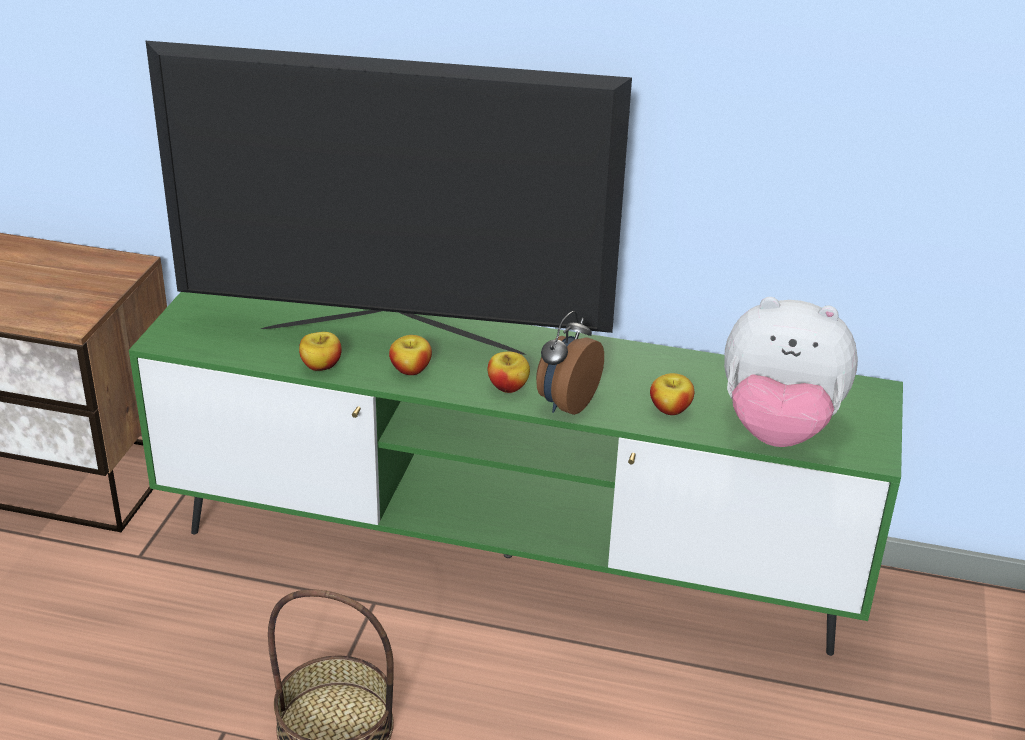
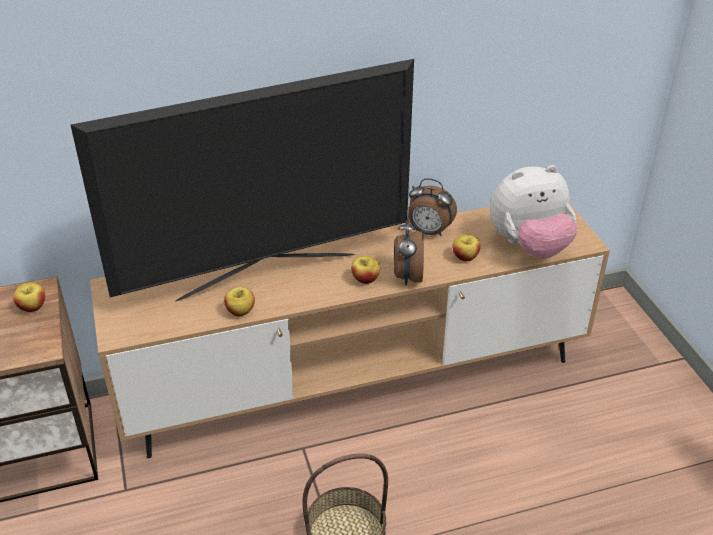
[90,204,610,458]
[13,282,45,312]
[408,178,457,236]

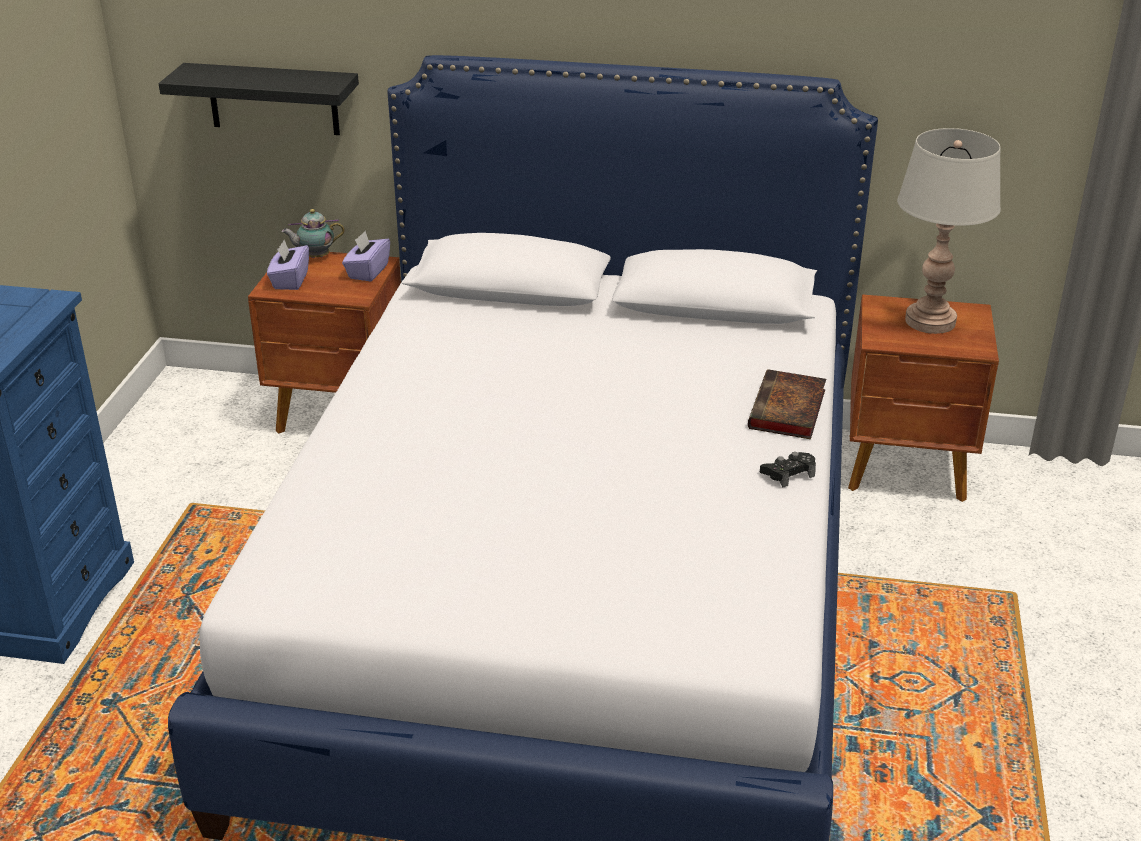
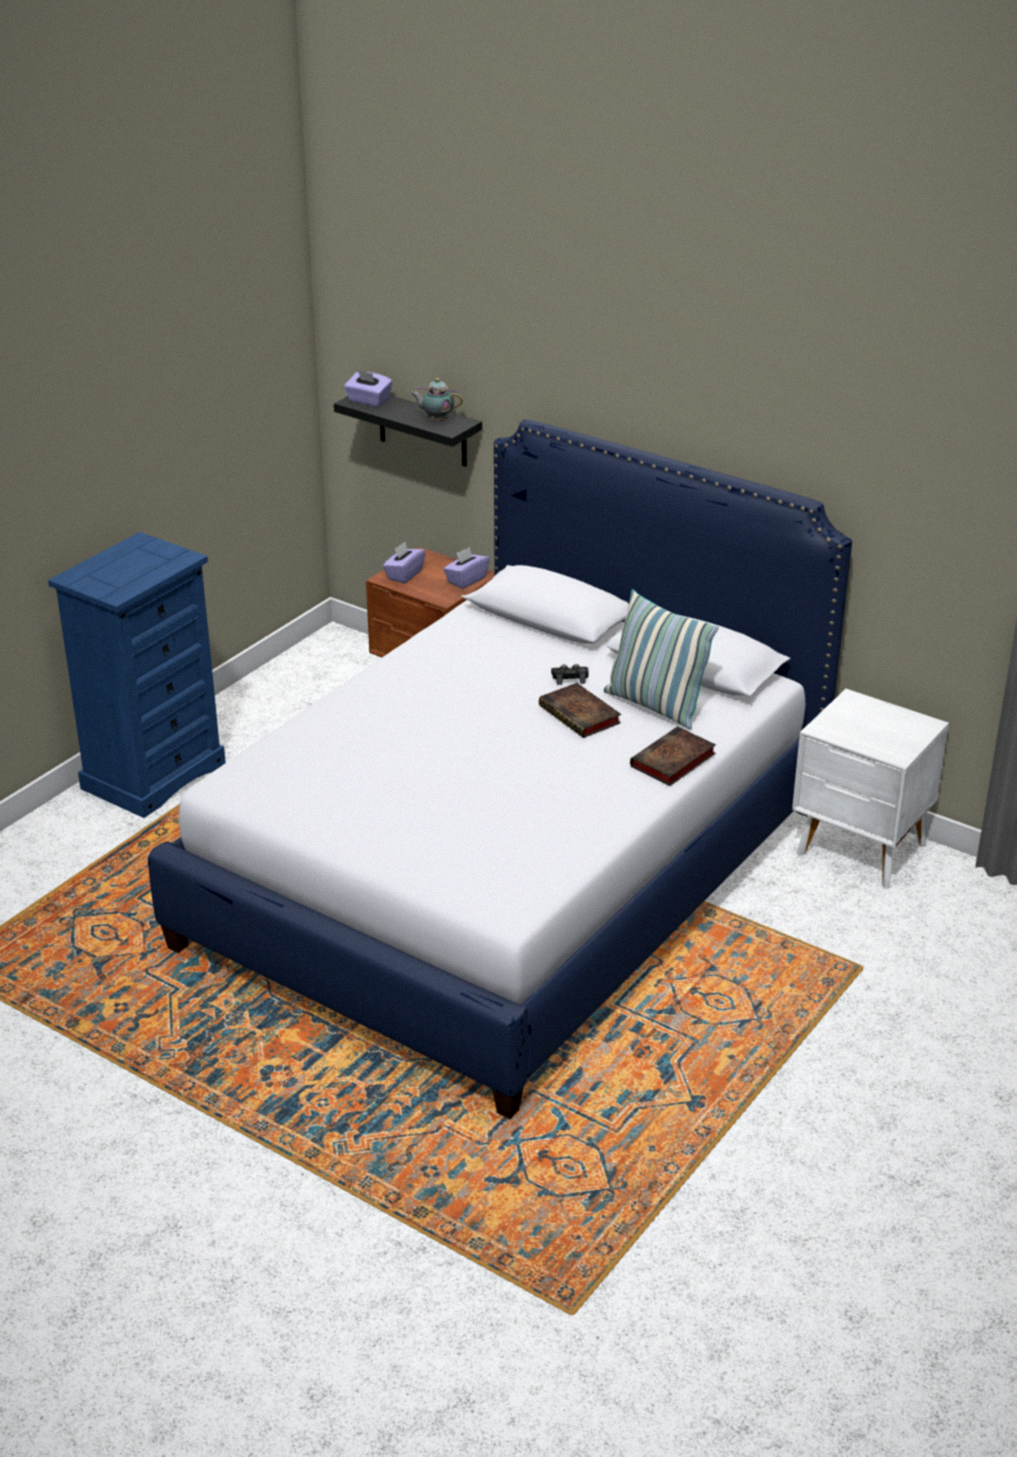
[411,378,463,421]
[551,664,589,685]
[792,689,949,889]
[897,128,1001,334] (first image)
[344,370,392,407]
[539,683,621,738]
[604,589,719,729]

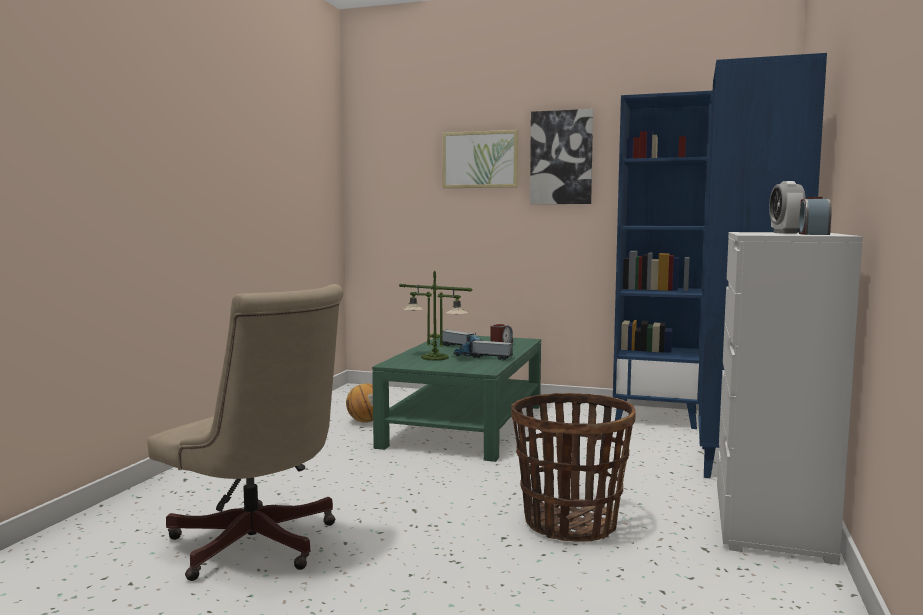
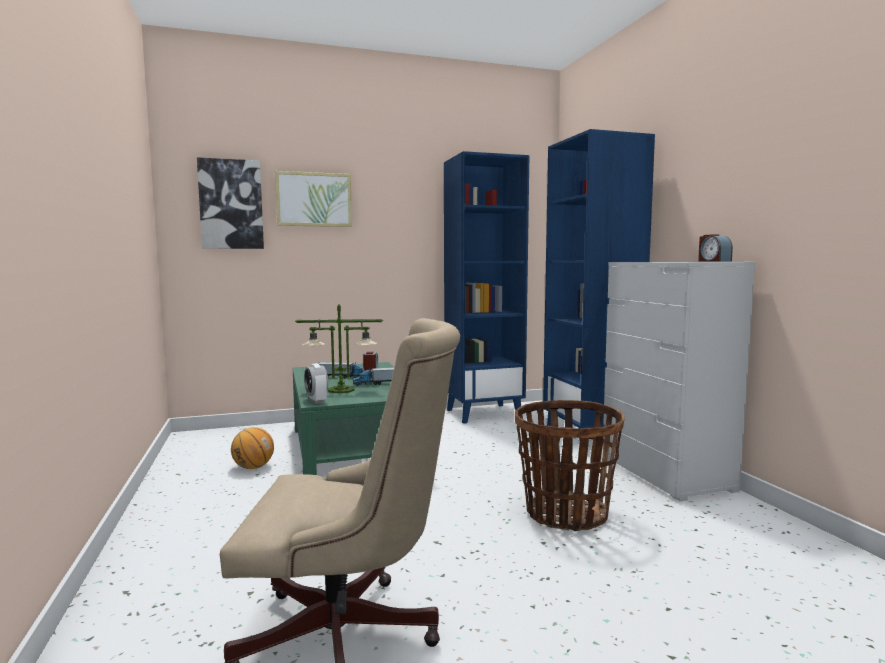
[197,157,264,249]
[304,363,328,404]

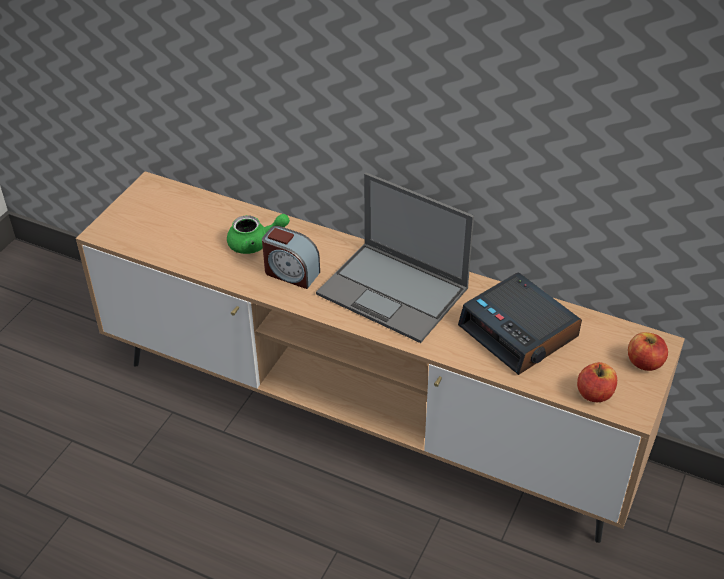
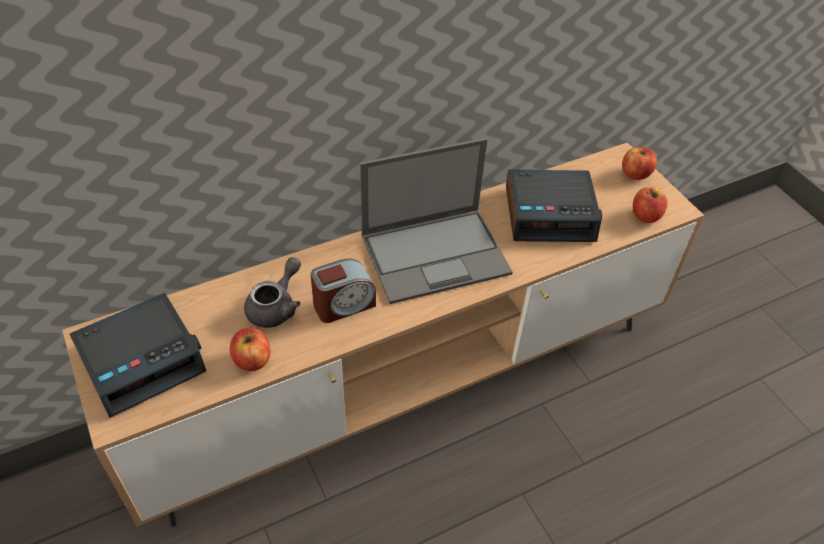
[244,257,301,328]
[69,293,206,418]
[229,328,270,371]

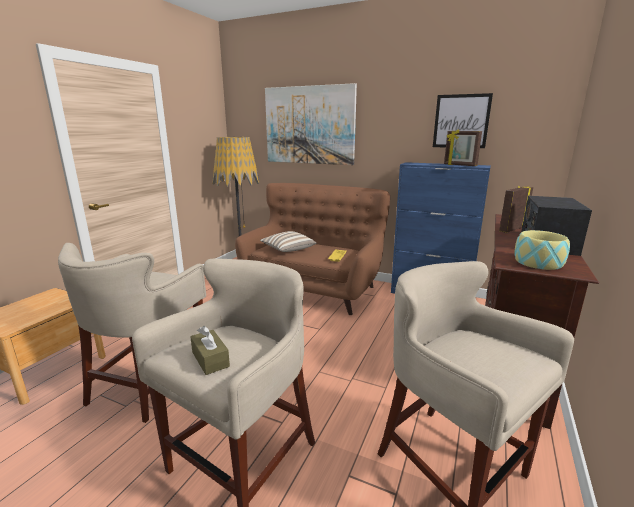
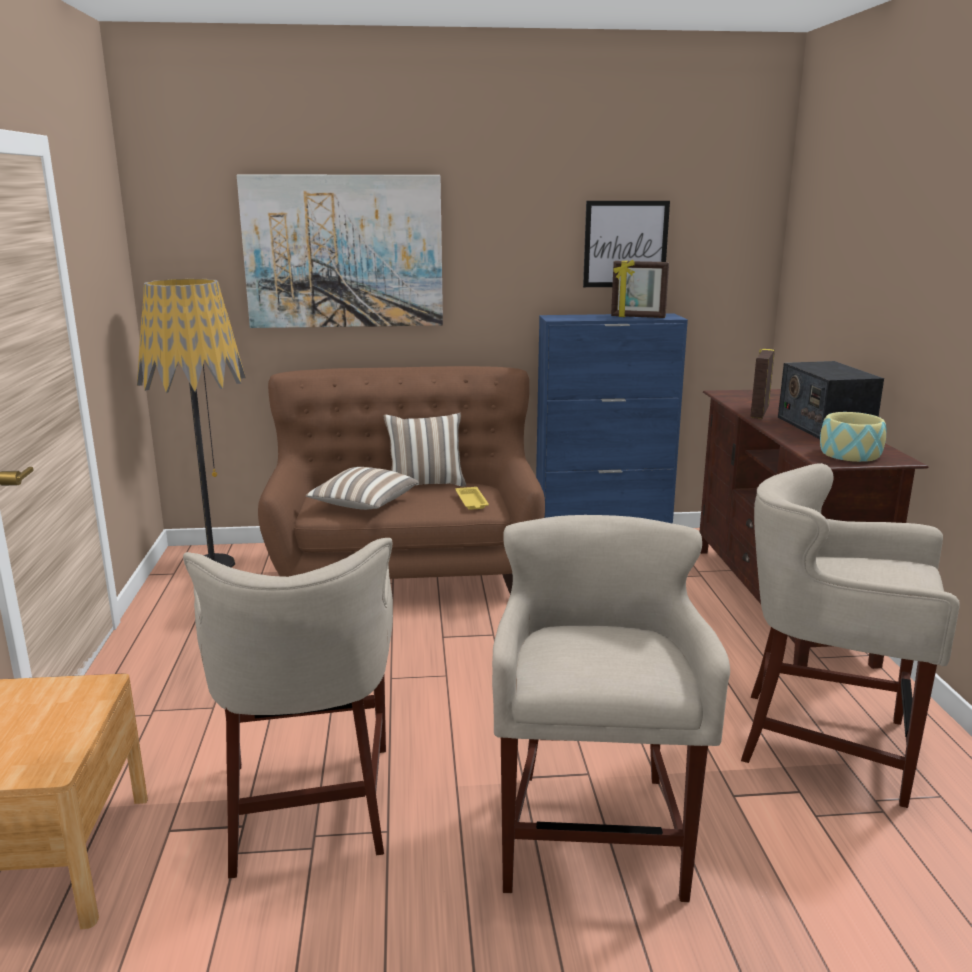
[190,326,230,375] (first image)
[384,413,466,487]

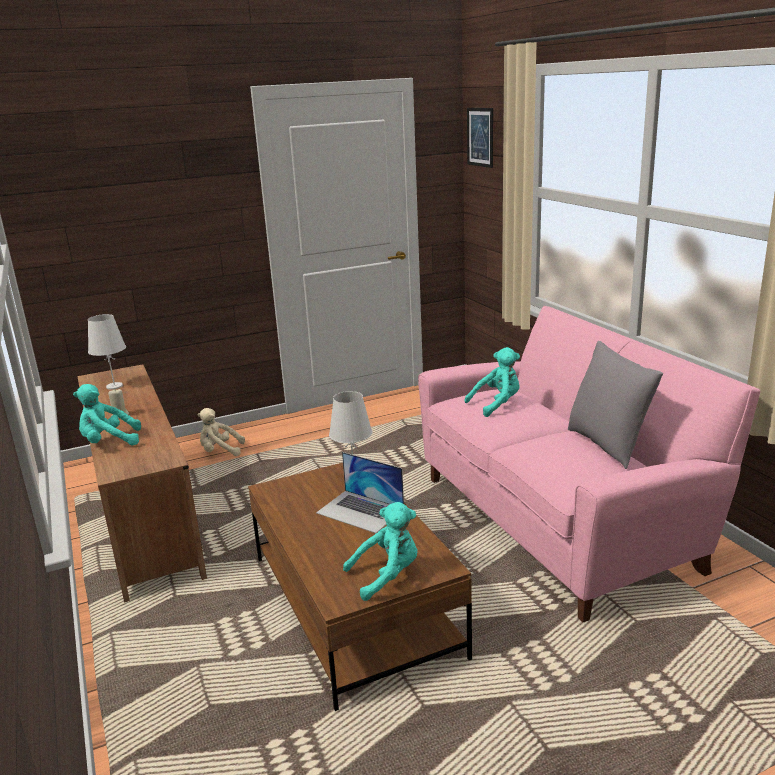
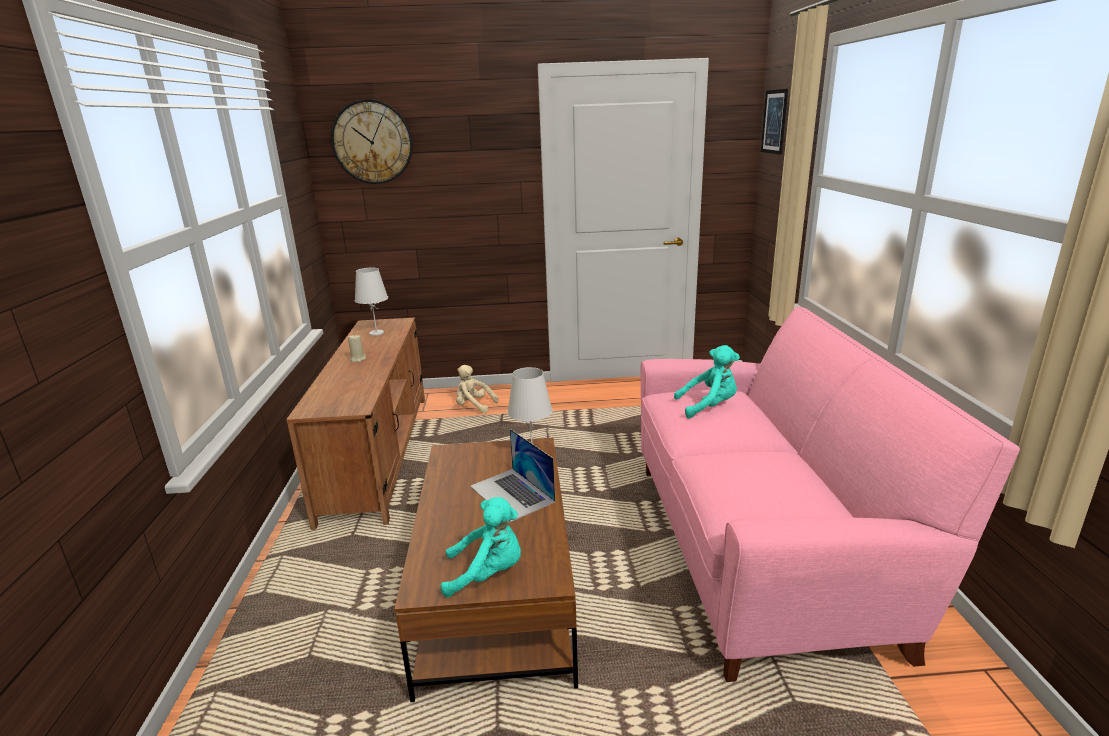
[73,384,141,445] (first image)
[568,341,663,469] (first image)
[331,99,413,184]

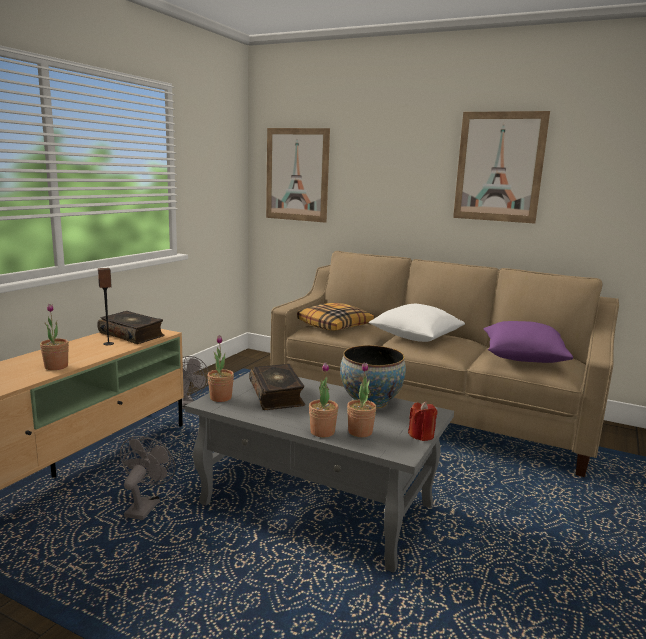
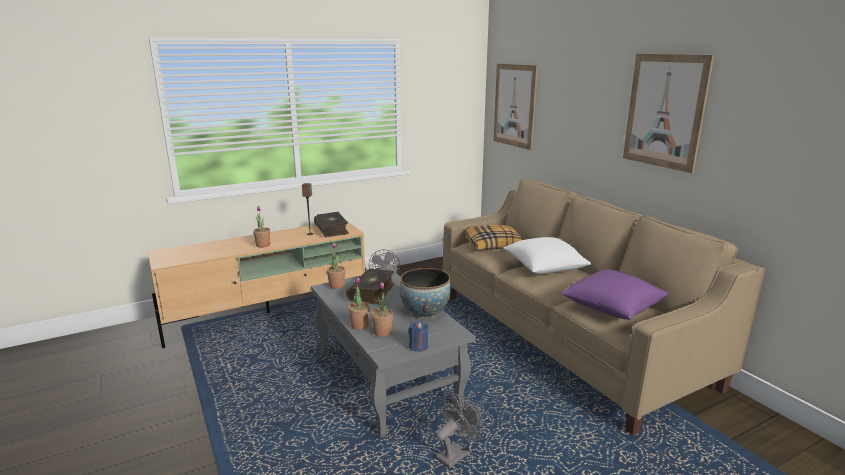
[436,393,484,468]
[409,321,429,352]

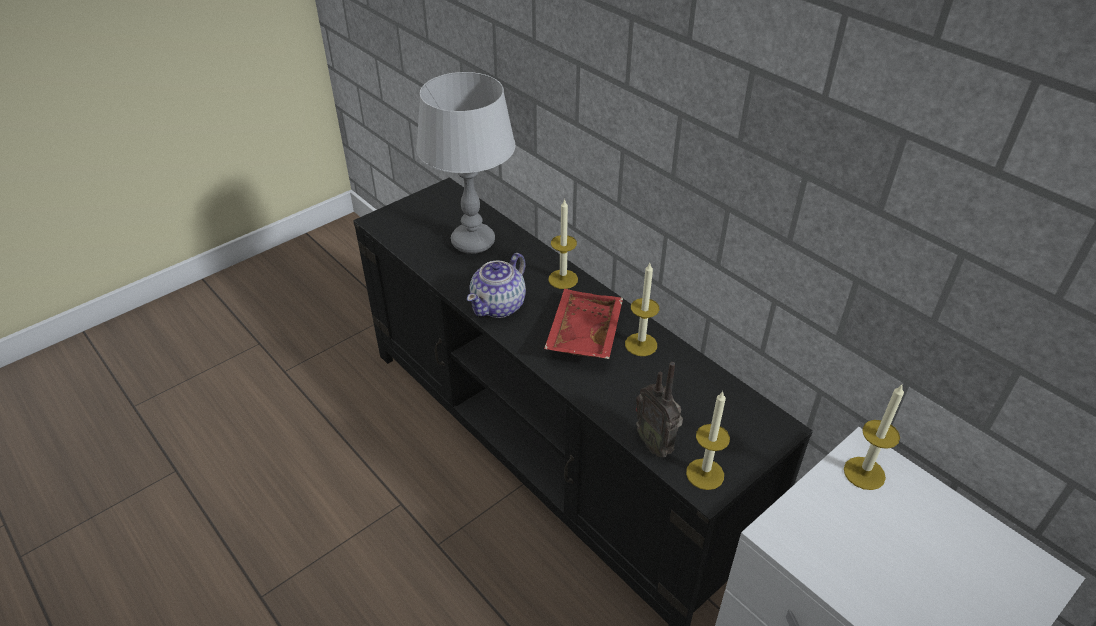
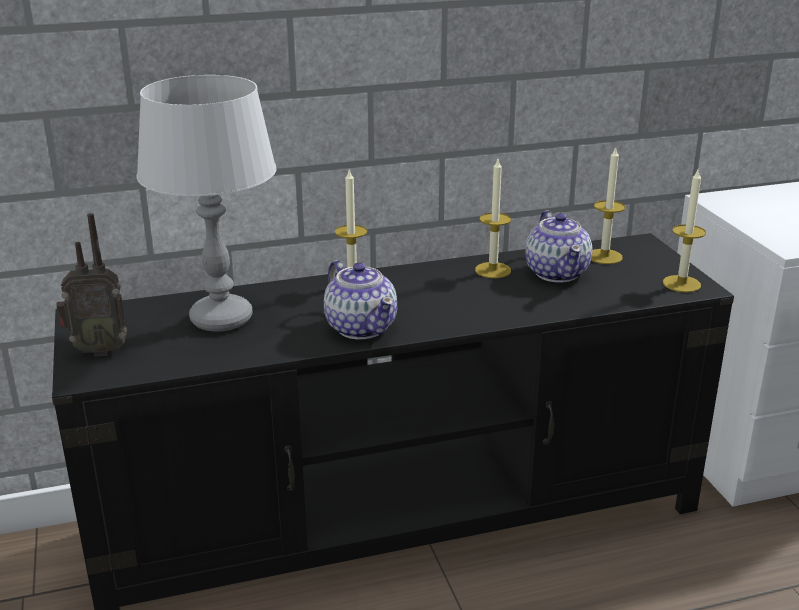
[544,289,623,359] (first image)
[57,213,127,357]
[591,146,625,264]
[525,210,592,282]

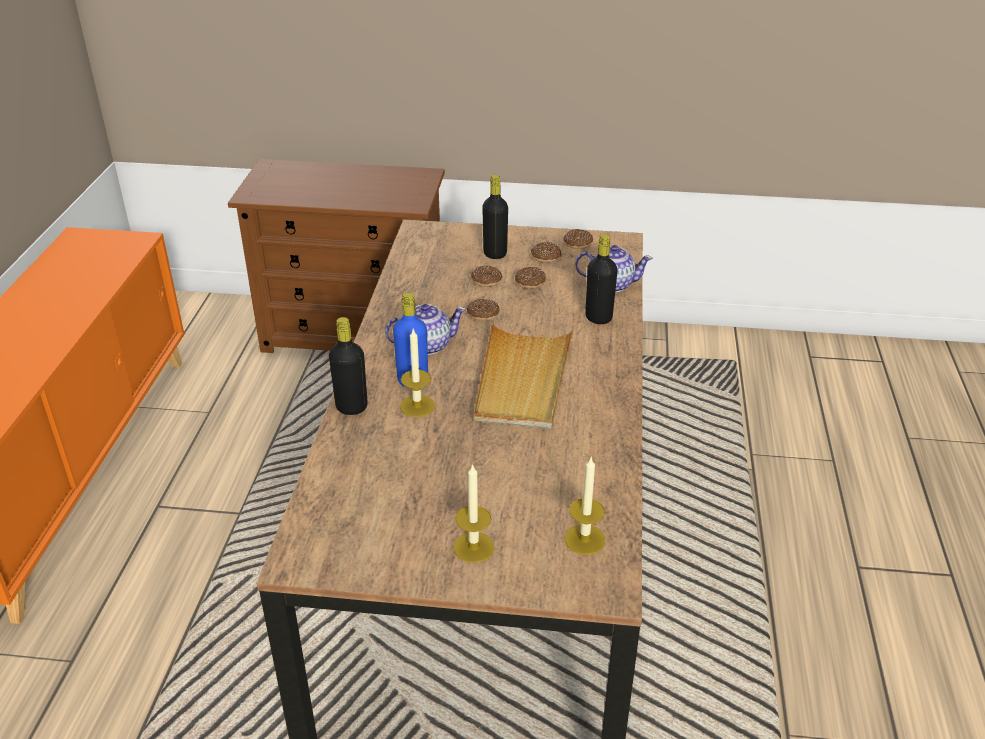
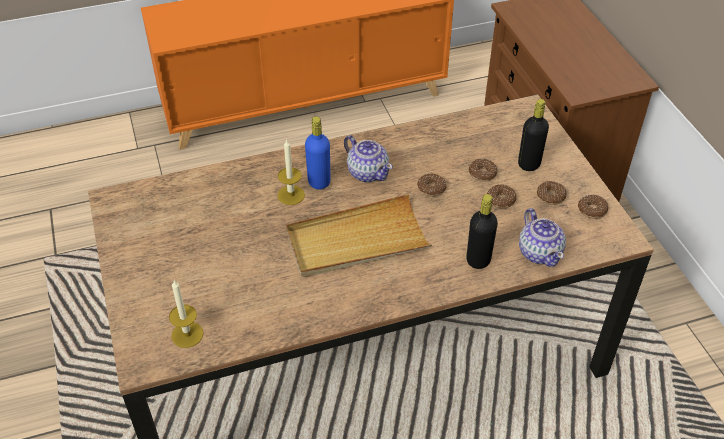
[329,317,368,415] (first image)
[453,464,495,563] (first image)

